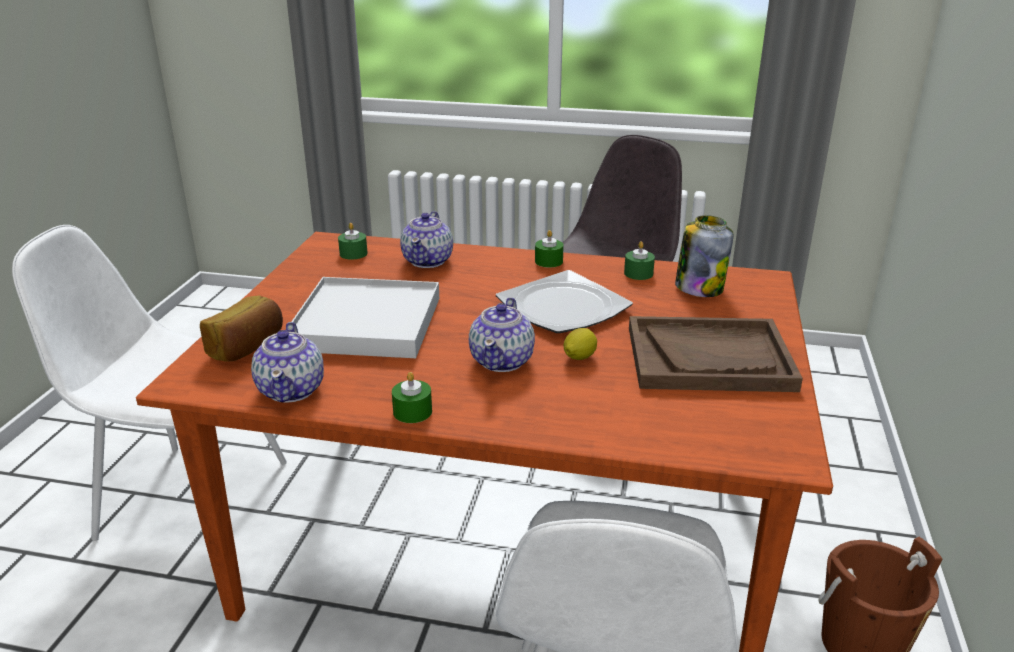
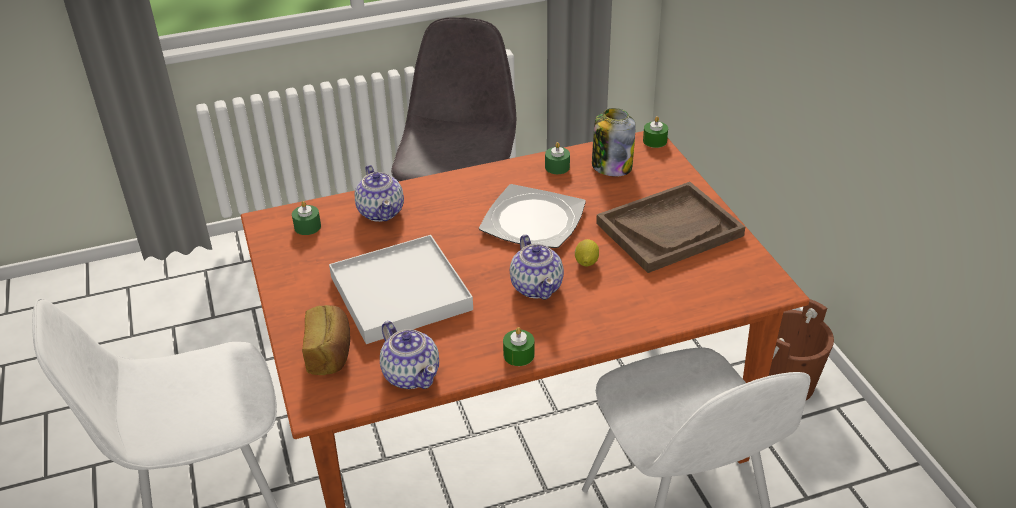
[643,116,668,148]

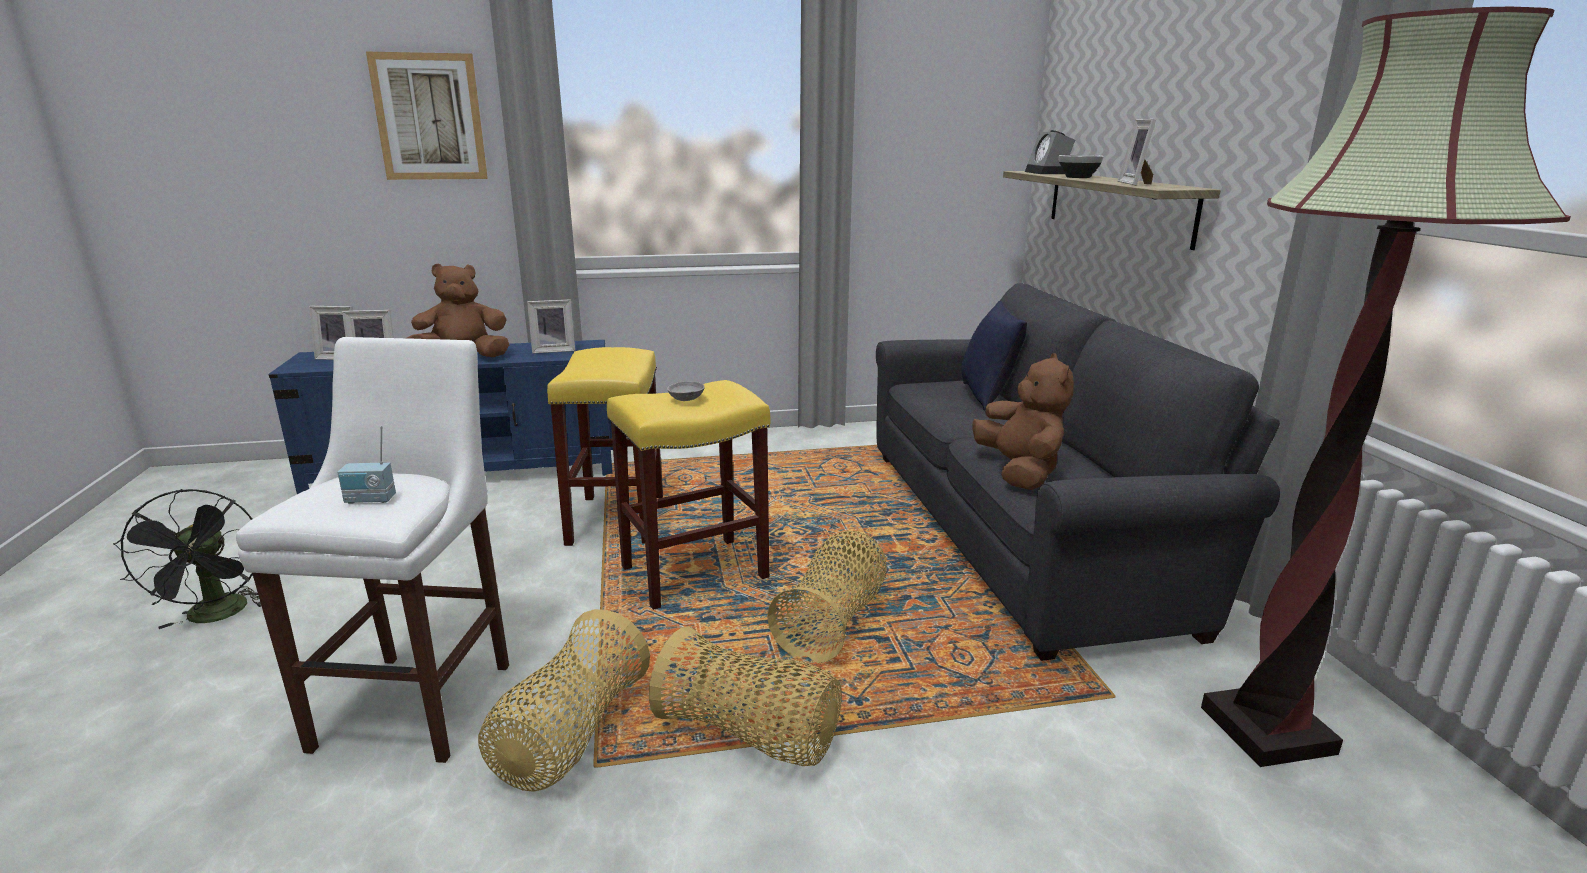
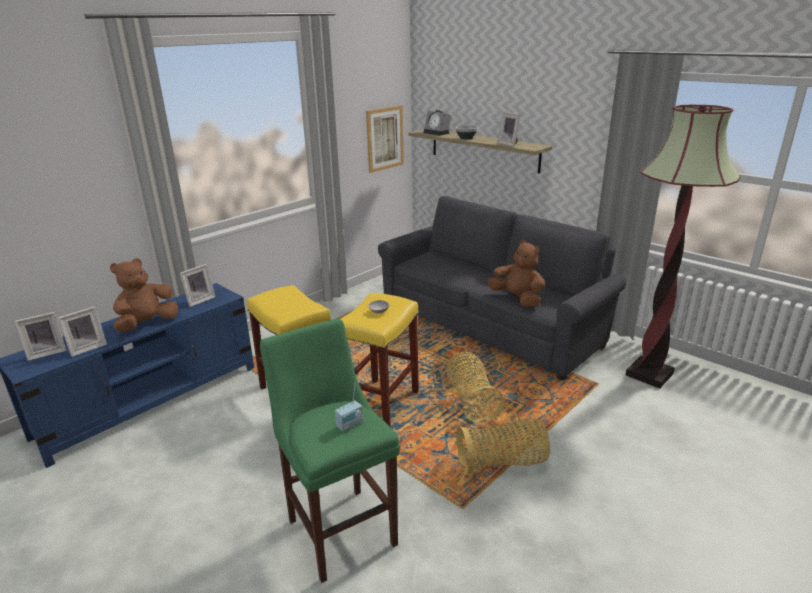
[113,489,261,629] (first image)
[260,318,400,583]
[366,105,404,173]
[478,609,650,792] (first image)
[961,300,1027,410] (first image)

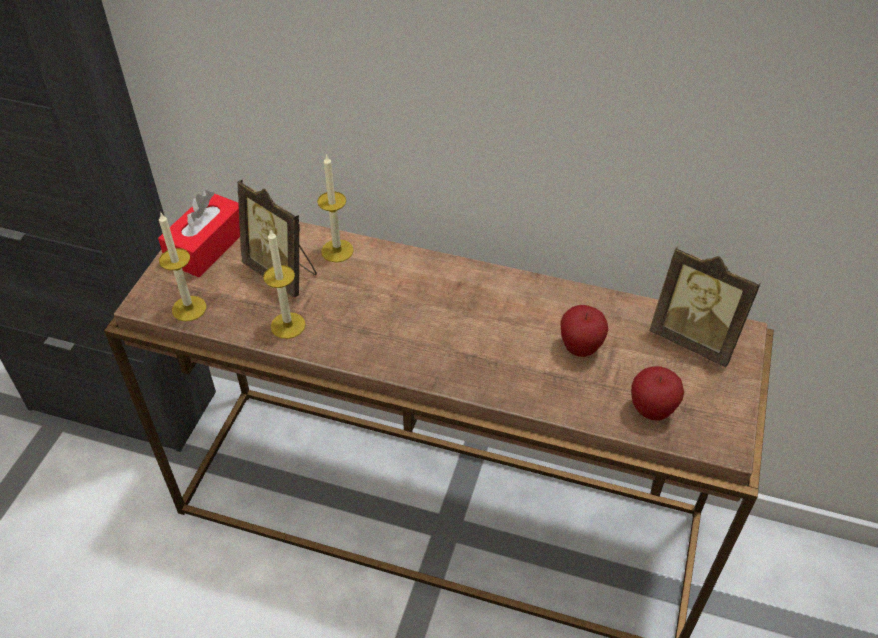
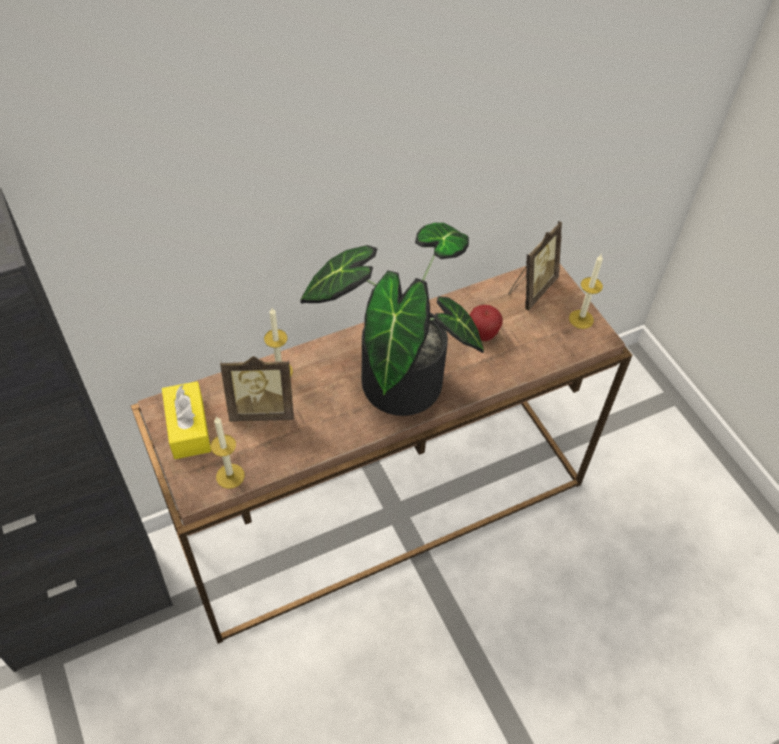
[162,381,211,459]
[569,255,603,329]
[631,366,684,421] (first image)
[508,221,562,310]
[300,223,484,416]

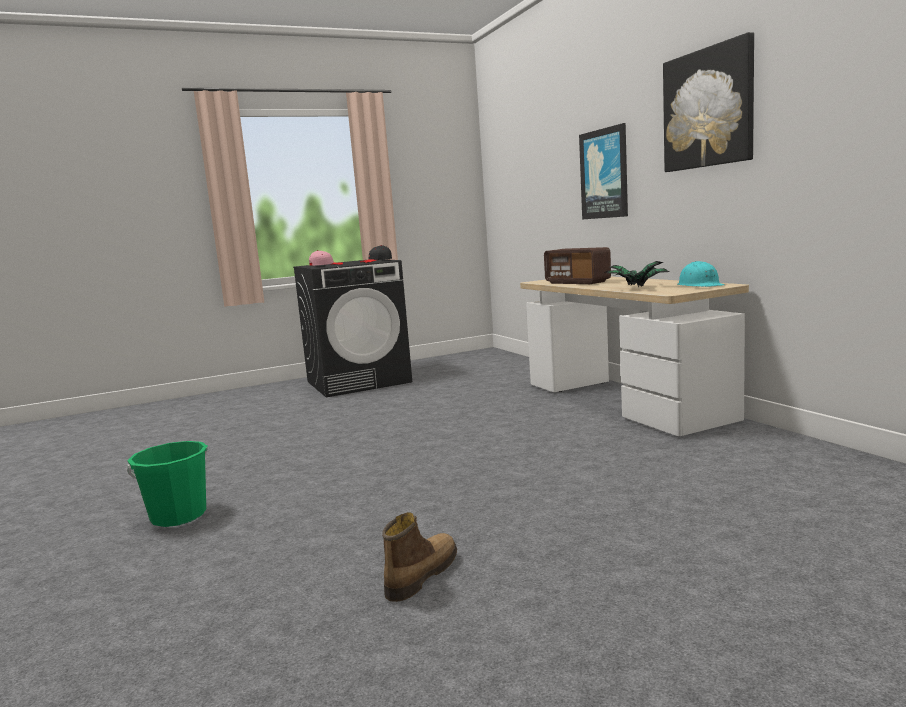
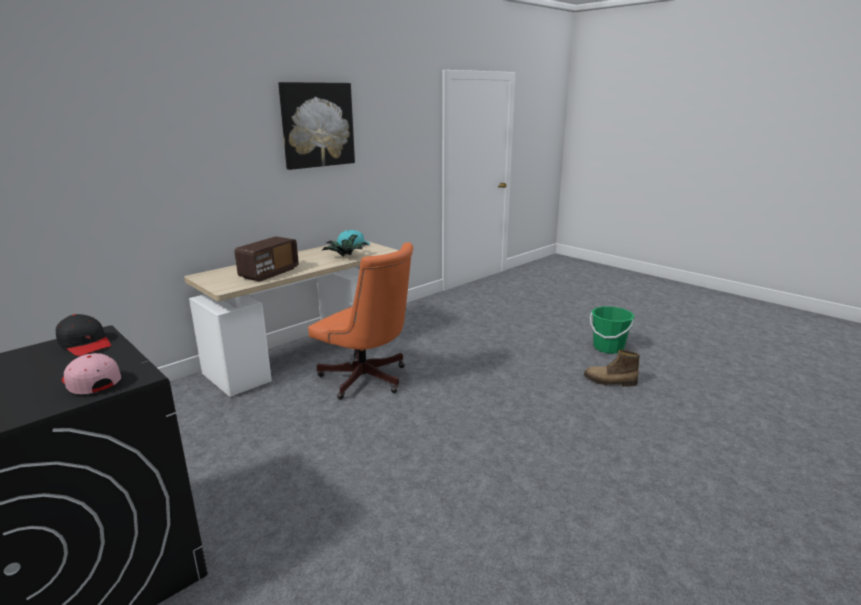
[590,306,635,354]
[579,123,628,219] (first image)
[308,242,413,399]

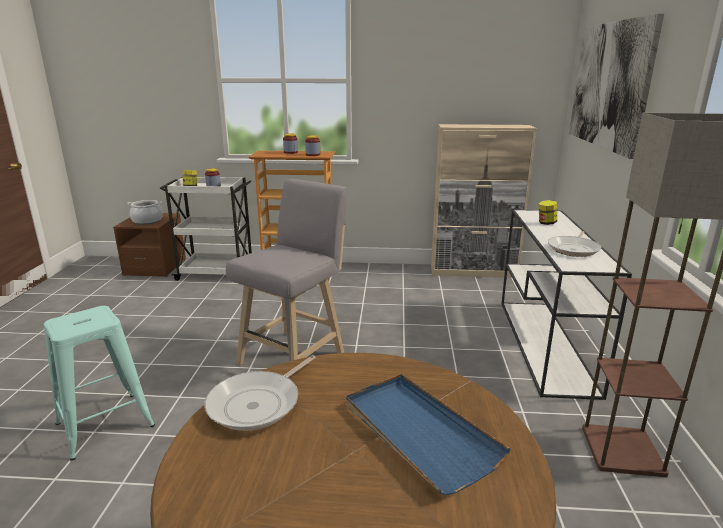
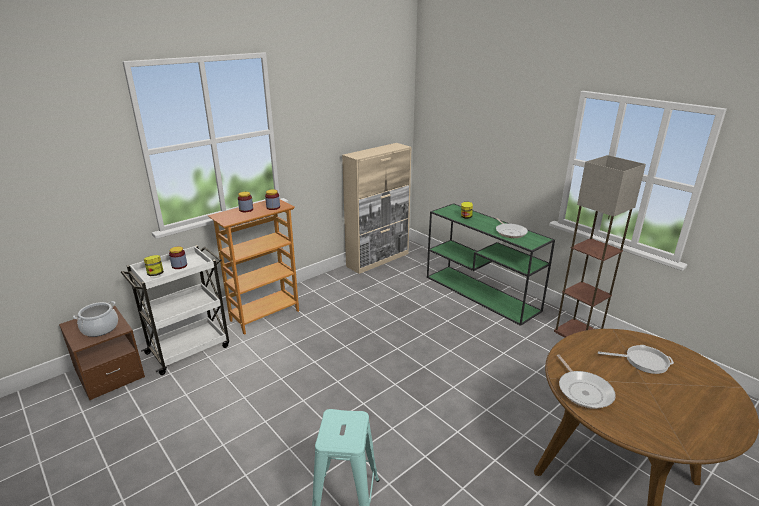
[226,179,347,366] (first image)
[598,345,674,374]
[427,203,555,326]
[569,13,665,159] (first image)

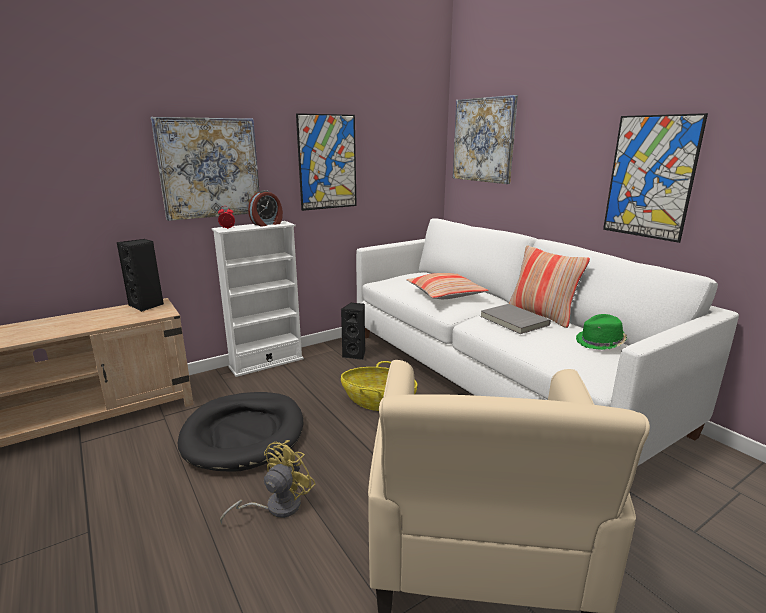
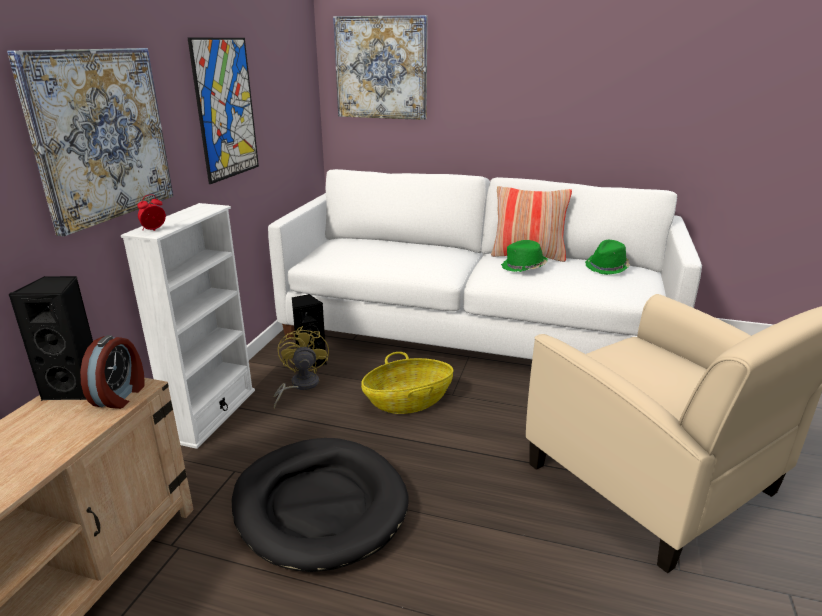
[273,326,329,409]
[80,335,145,409]
[407,273,489,299] (first image)
[501,240,548,272]
[603,113,708,243] (first image)

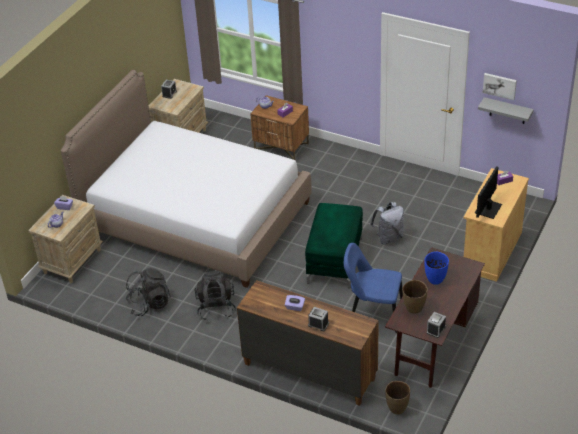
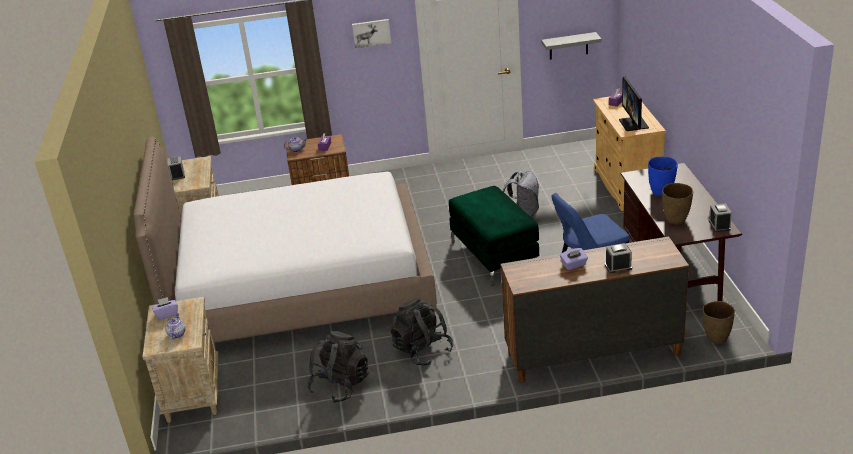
[352,19,391,49]

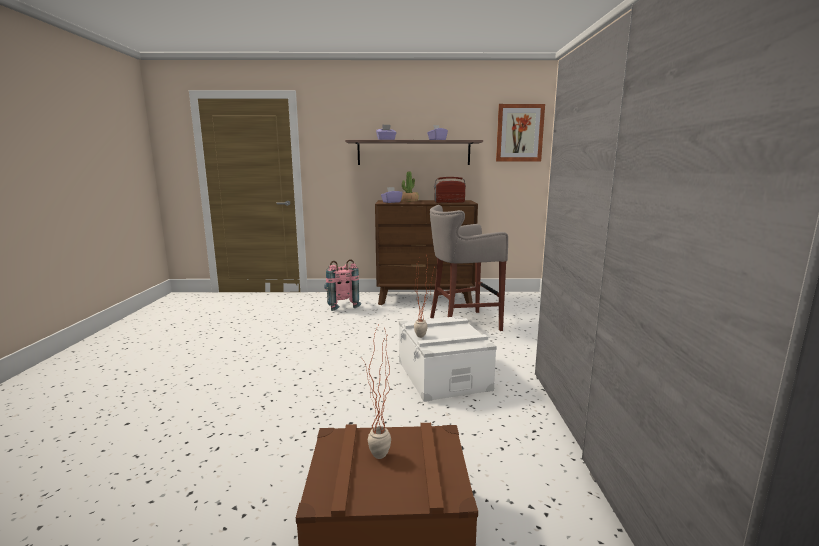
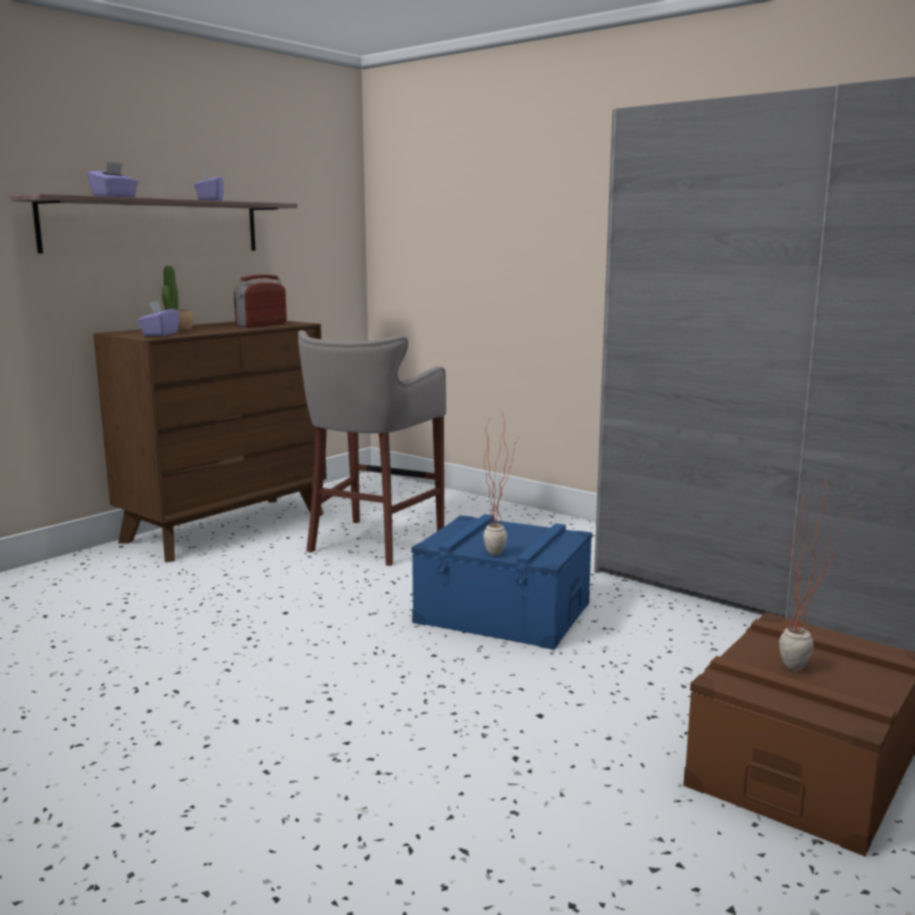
[324,259,361,311] (first image)
[412,514,592,650]
[496,104,545,162] (first image)

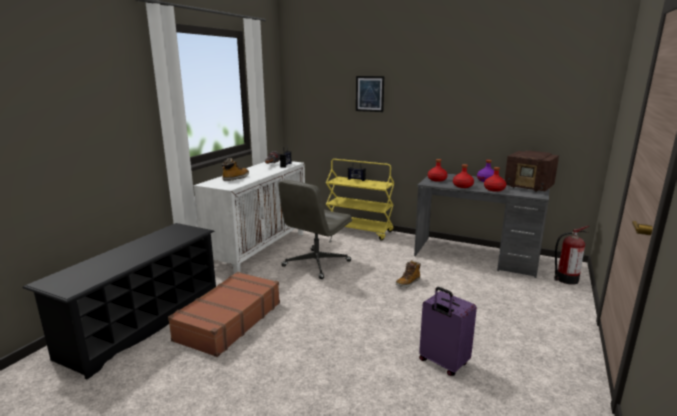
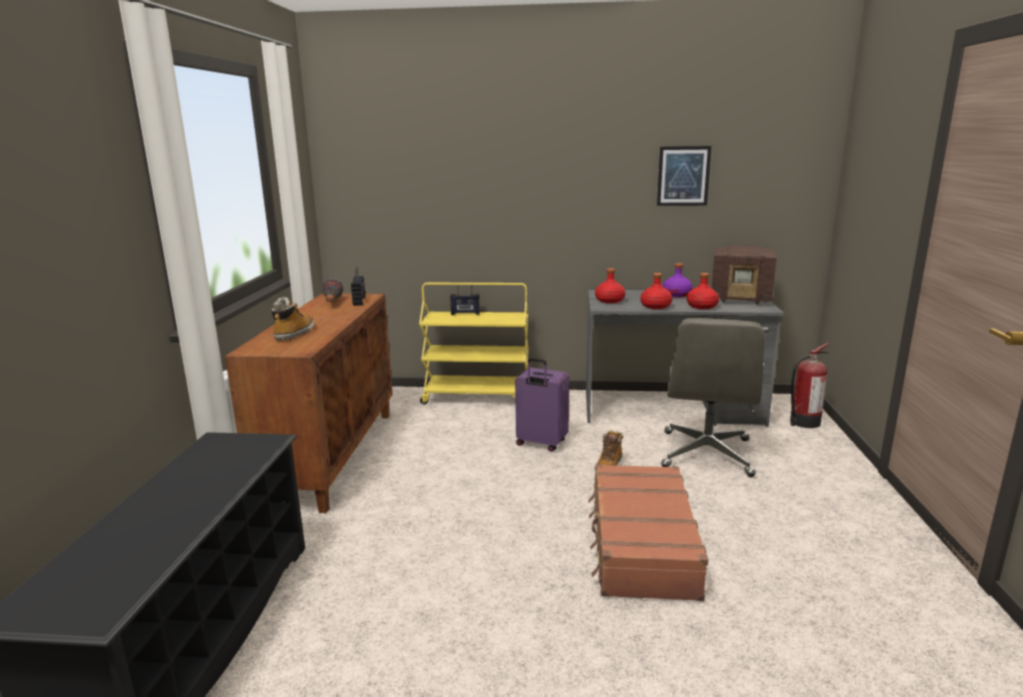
[588,464,708,601]
[225,293,393,513]
[661,318,765,477]
[657,146,711,206]
[515,358,569,451]

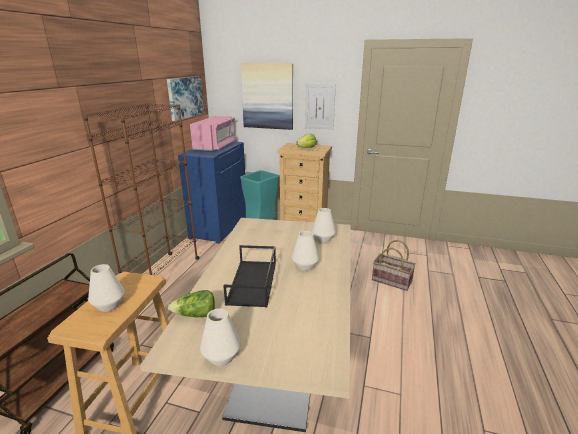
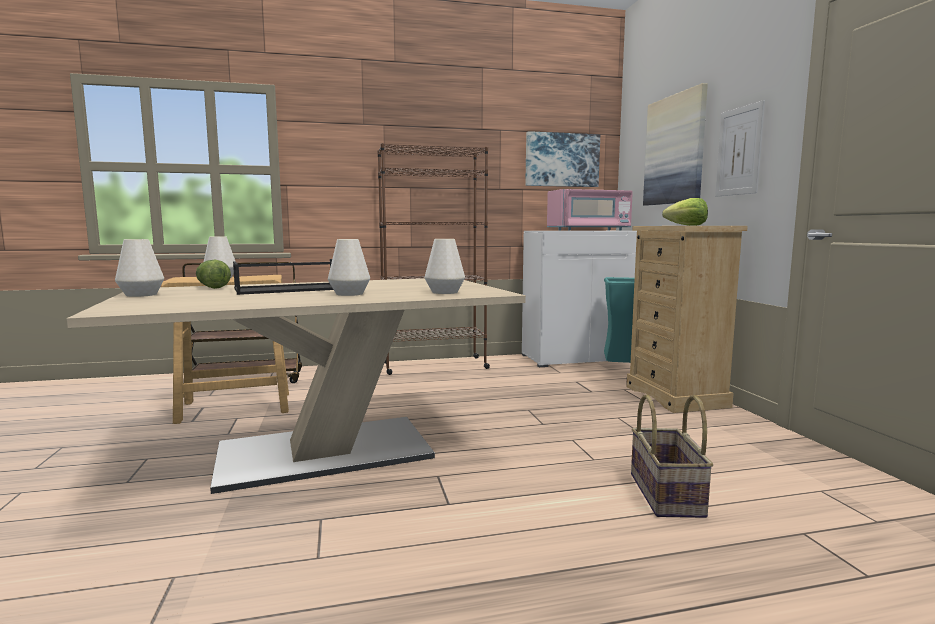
[522,231,637,367]

